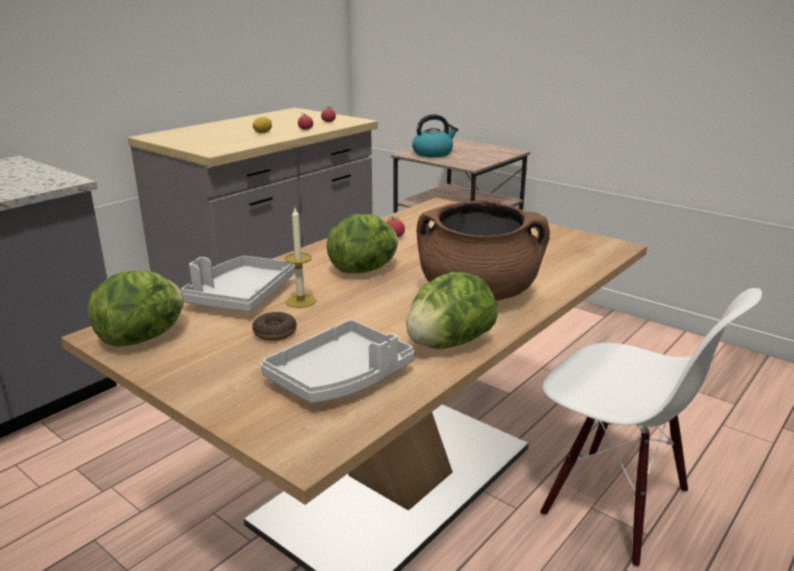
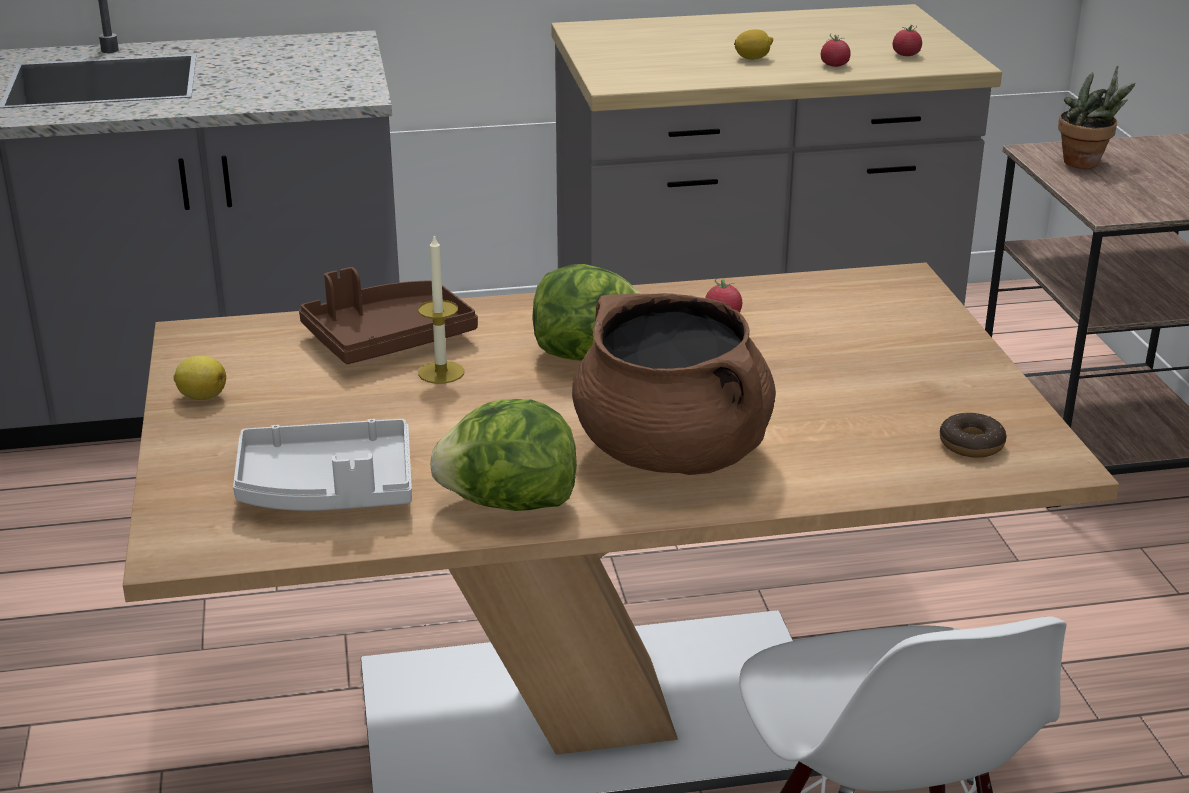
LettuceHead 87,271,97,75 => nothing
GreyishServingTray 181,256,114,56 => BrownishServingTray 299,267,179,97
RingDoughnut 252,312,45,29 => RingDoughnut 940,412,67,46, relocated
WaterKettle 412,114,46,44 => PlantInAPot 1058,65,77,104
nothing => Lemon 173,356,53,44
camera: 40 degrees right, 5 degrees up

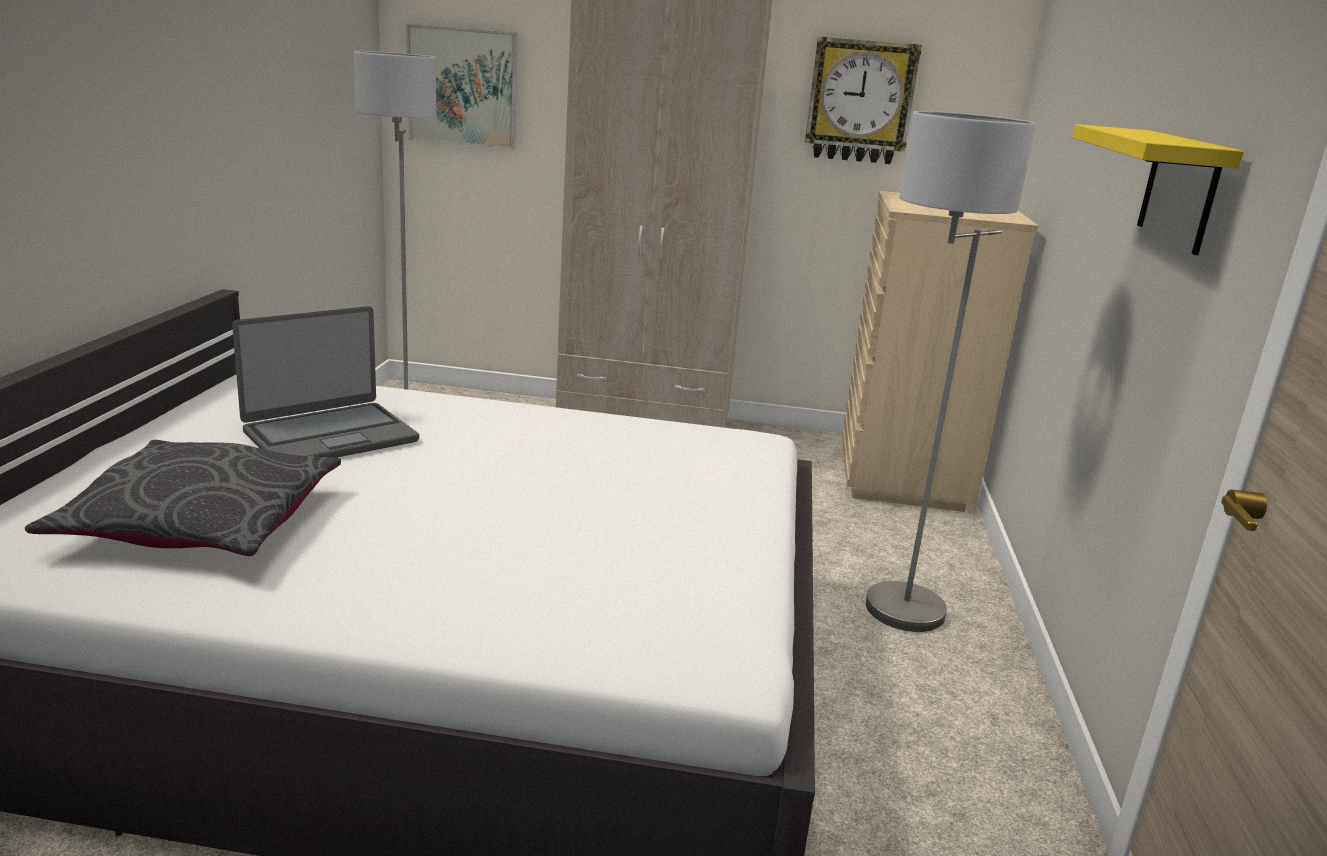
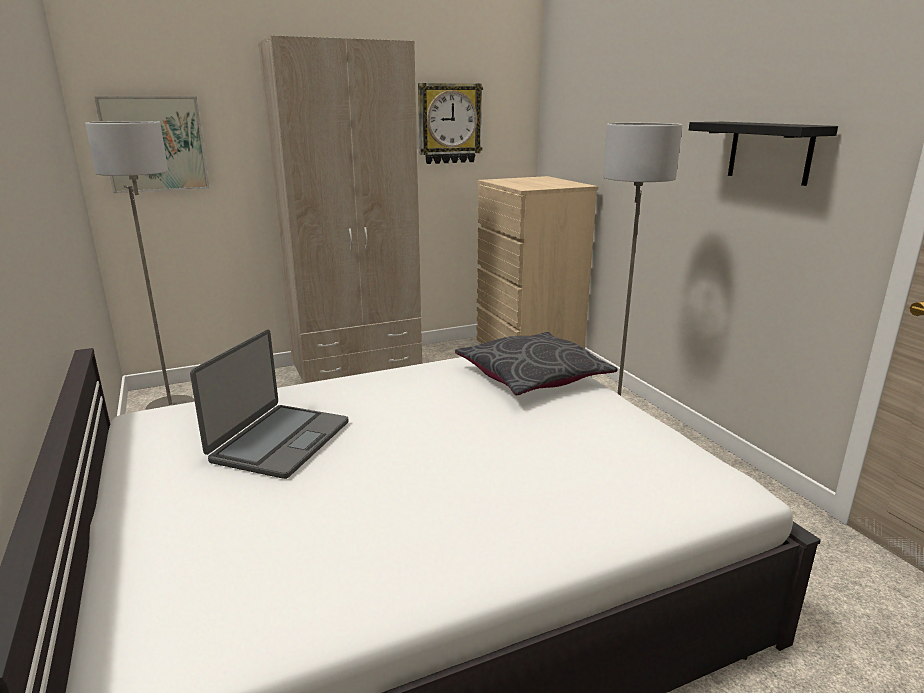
GreyishPillow 25,440,316,116 => GreyishPillow 455,332,163,63, relocated
YellowColouredBracketShelf 1072,124,172,131 => BlackBracketShelf 689,122,149,64
camera: 30 degrees left, 0 degrees up

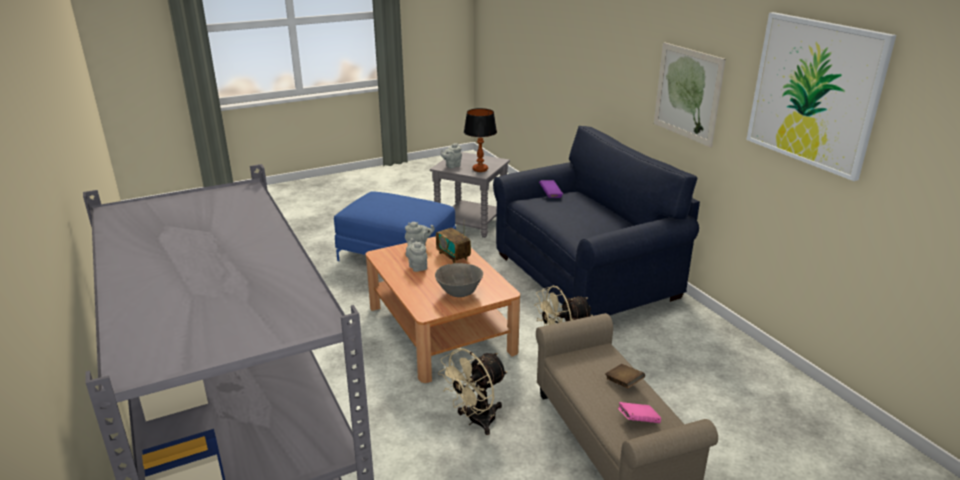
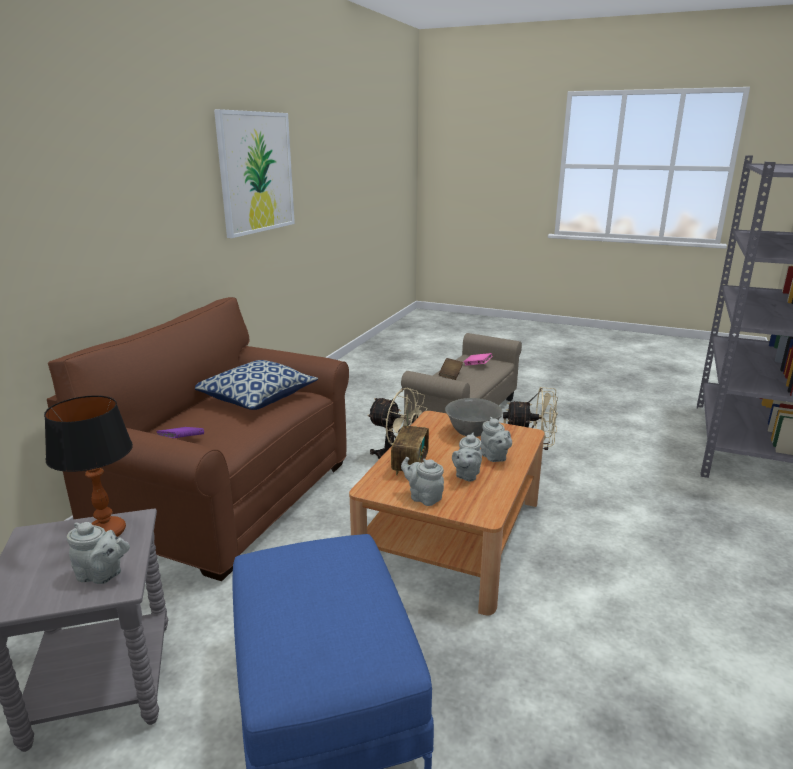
BluishCouch 493,126,207,190 => BrownishCouch 47,297,302,284
WallPicture 654,42,72,105 => nothing
nothing => Pillow 195,360,123,50
nothing => GreyishPotForTea 481,417,31,45
camera: 130 degrees left, 5 degrees down

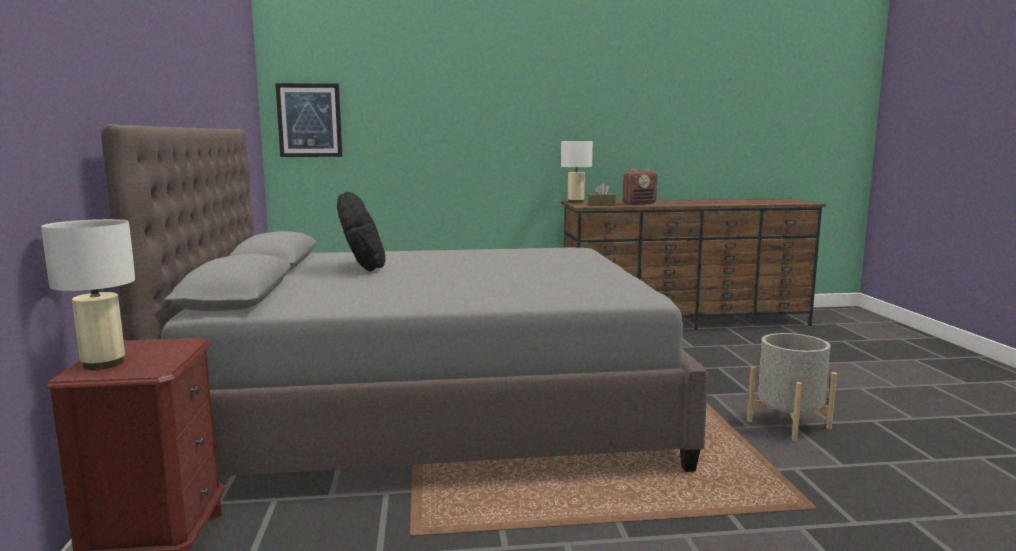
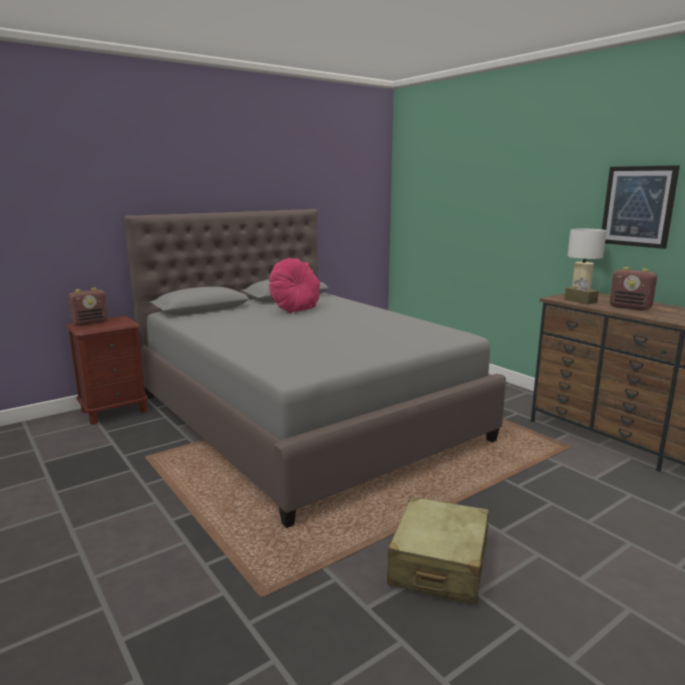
WhitishLampForATable 41,219,94,151 => Radio 68,288,40,38
WallPicture 275,83,68,74 => WallPicture 602,165,78,84, relocated
BlackPillow 337,192,48,79 => PinkishPillow 269,258,51,55
GreyishPlanter 747,333,90,108 => SandColouredSuitcase 387,497,101,108
camera: 60 degrees right, 5 degrees up

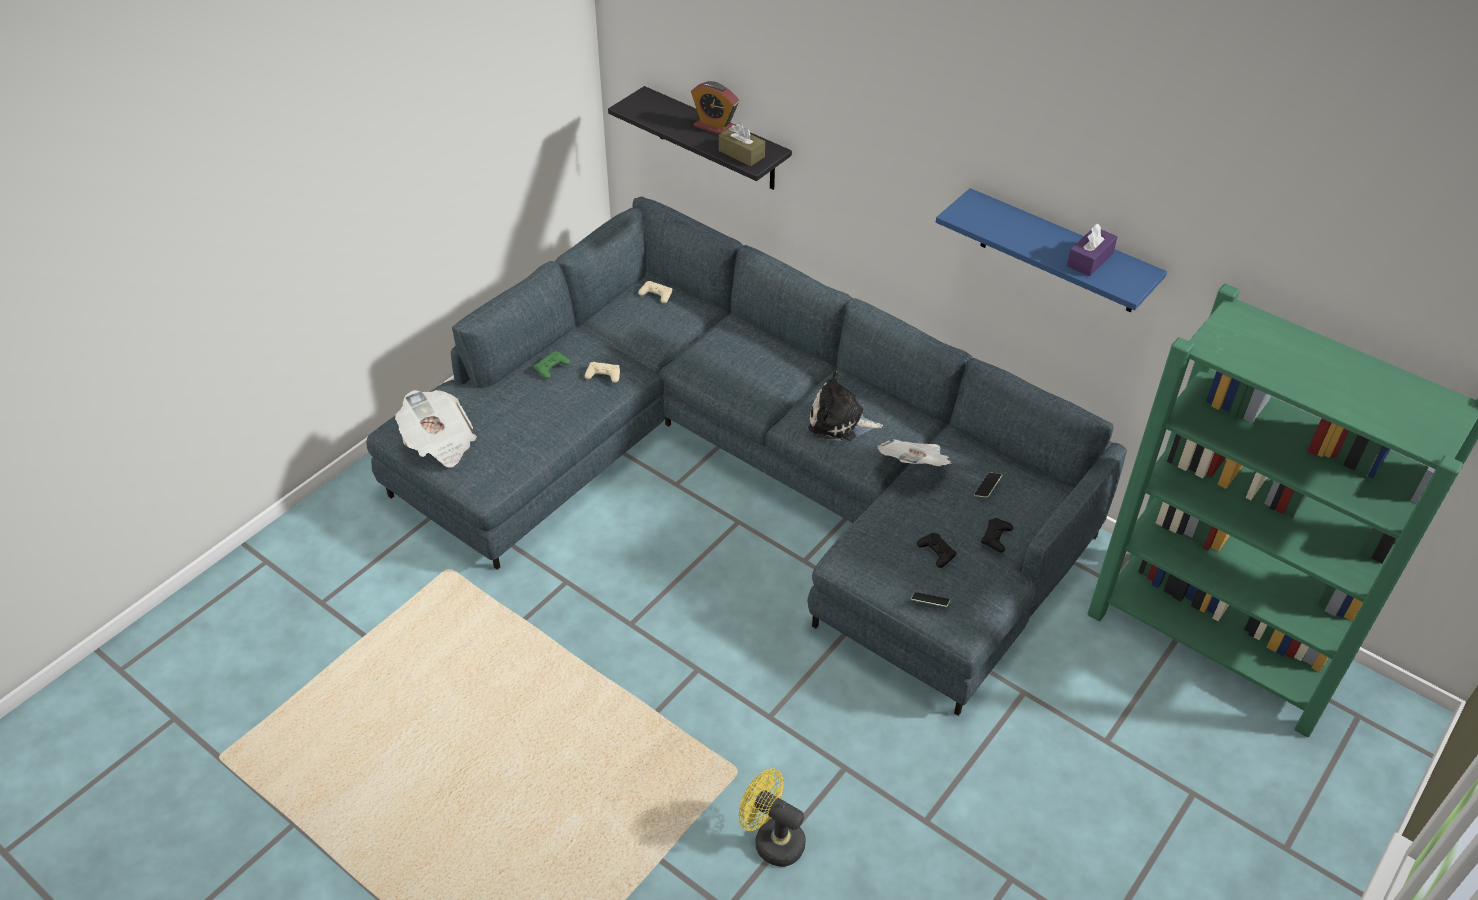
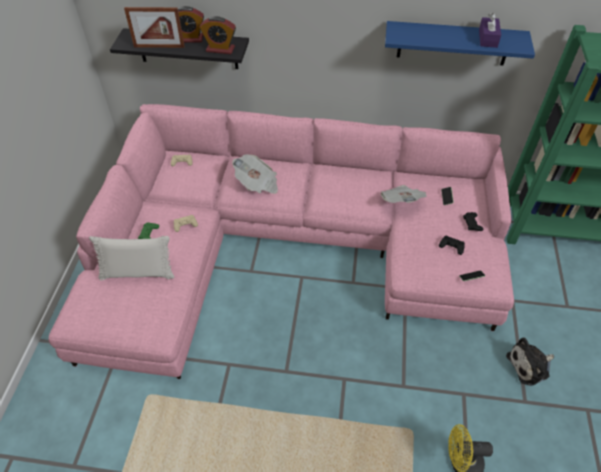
BluishCouch 366,197,761,519 => PinkishCouch 48,104,466,275
DailyPaper 395,390,82,78 => DailyPaper 232,154,46,40, relocated
BrownishTissueHolder 719,123,46,43 => TableClock 200,16,36,38
SoftToy 808,371,75,70 => SoftToy 506,338,48,48, relocated
nothing => WhitishPillow 89,236,86,45
nothing => StandingFrame 124,7,61,41
camera: 30 degrees left, 5 degrees up

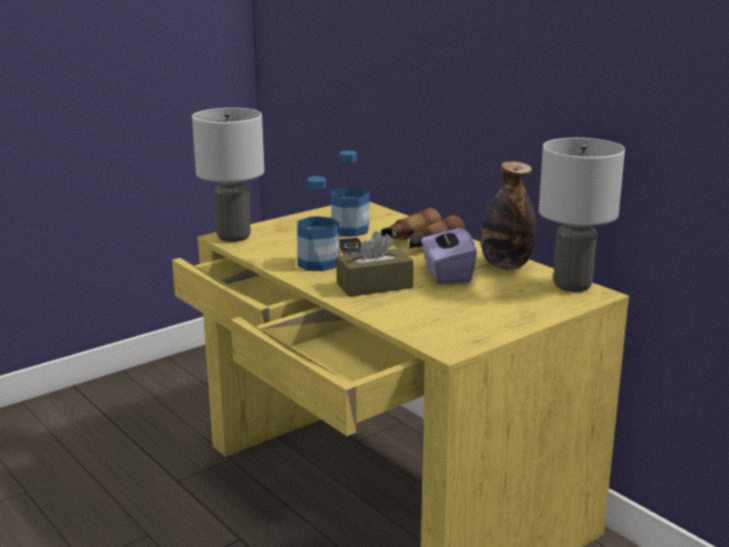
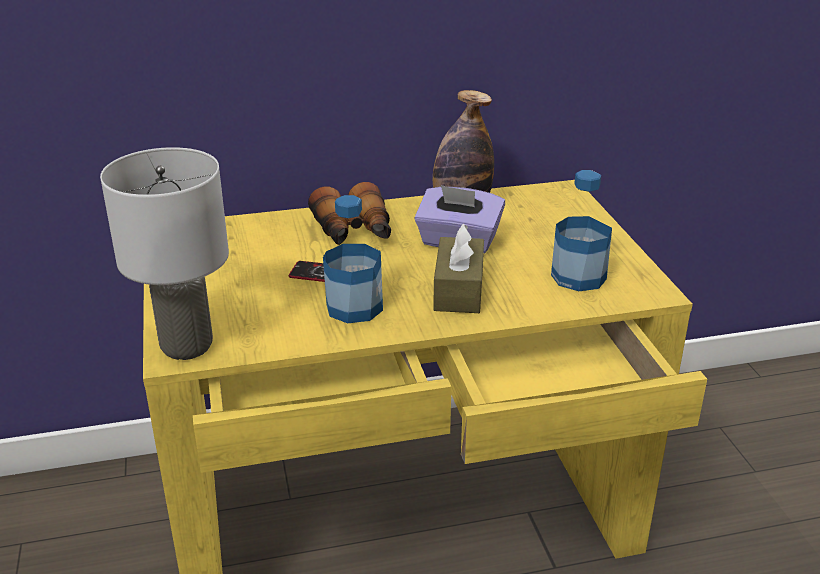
BeverageBottle 331,150,38,87 => BeverageBottle 551,170,61,121, relocated
WhitishLampForATable 539,138,86,154 => nothing
camera: 65 degrees left, 10 degrees up

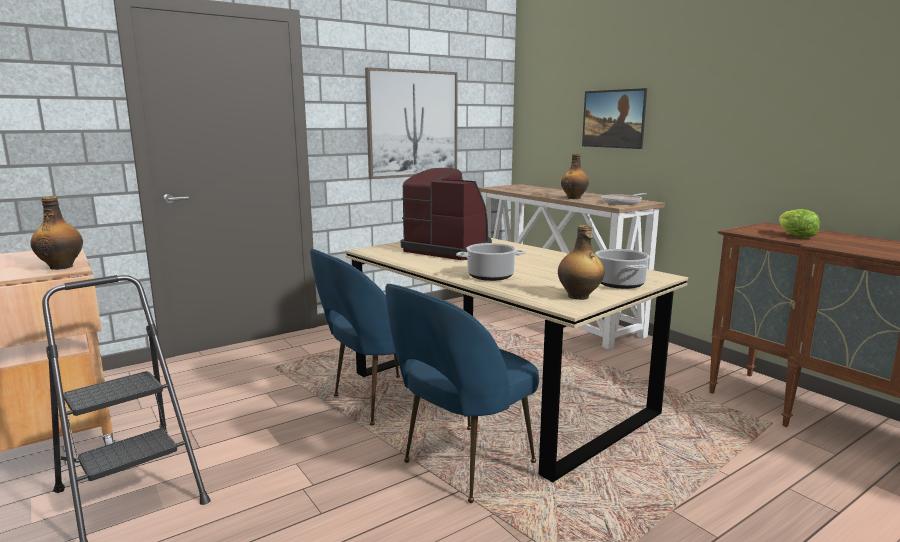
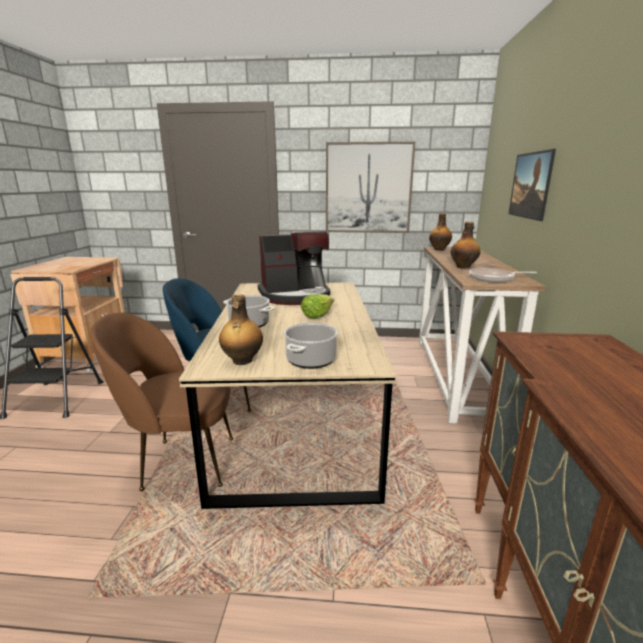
BeverageBottle 30,196,53,74 => BeverageBottle 429,213,23,38, relocated
BluishChair 385,284,154,219 => BrownishChair 90,313,143,178
CoffeeMaker 401,168,91,92 => CoffeeMaker 258,231,72,74, 90 degrees clockwise
LettuceHead 779,209,41,29 => LettuceHead 301,294,33,25, relocated
camera: 40 degrees right, 5 degrees up

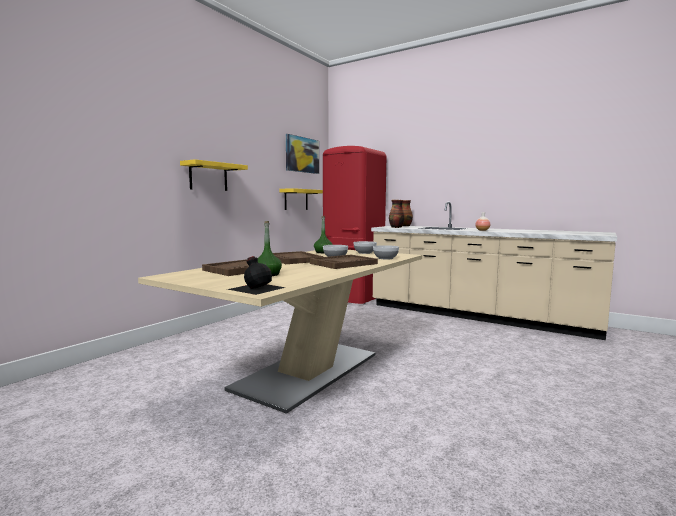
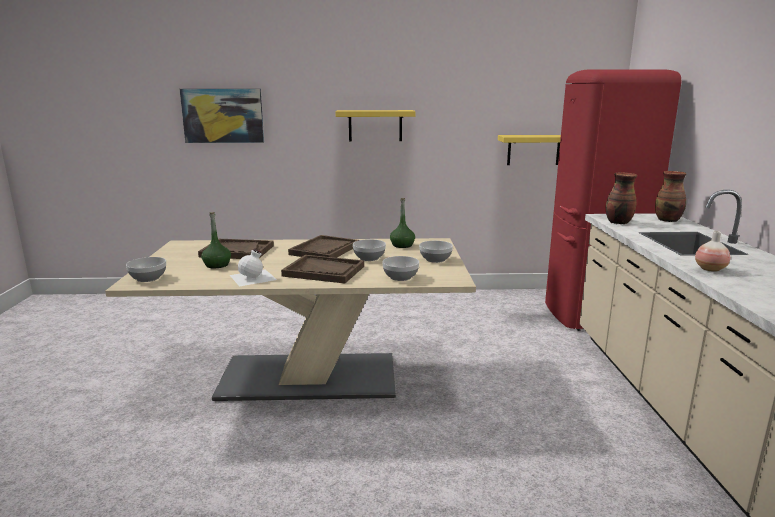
BlackBeverageBottle 227,256,59,39 => DeepDish 126,257,40,25
WallPicture 286,134,33,40 => WallPicture 180,89,84,54, relocated
nothing => WhitishBeverageBottle 230,249,47,37
camera: 55 degrees right, 10 degrees up

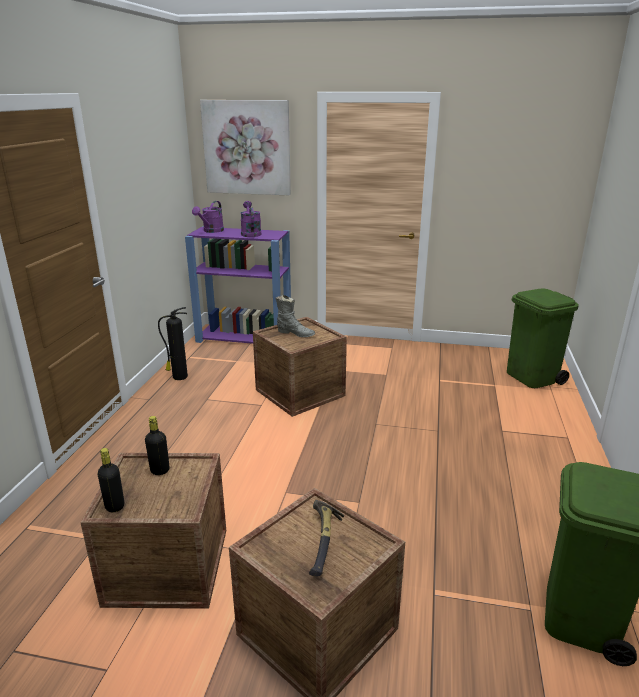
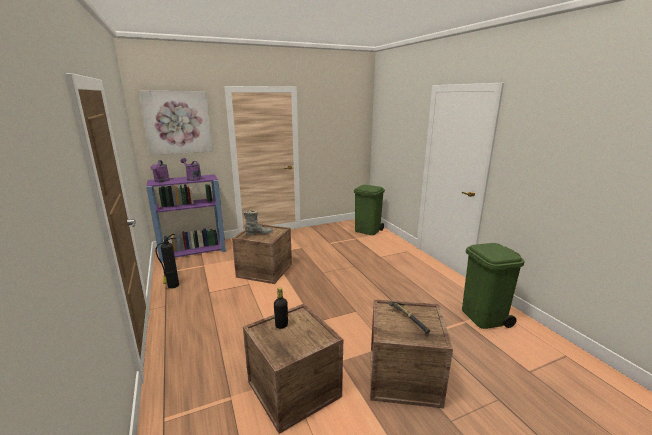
BlackBeverageBottle 98,448,26,64 => nothing
camera: 35 degrees left, 5 degrees down

